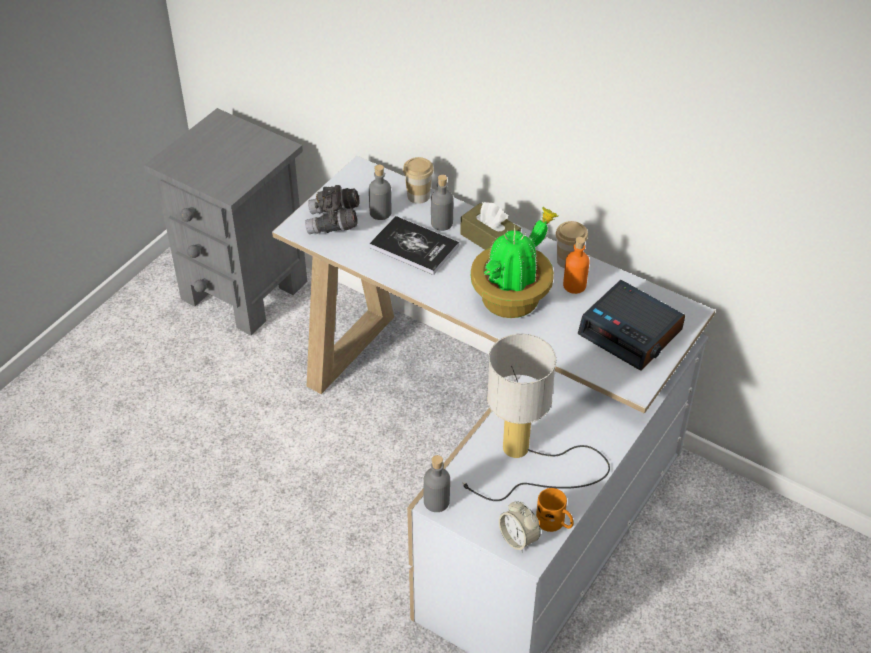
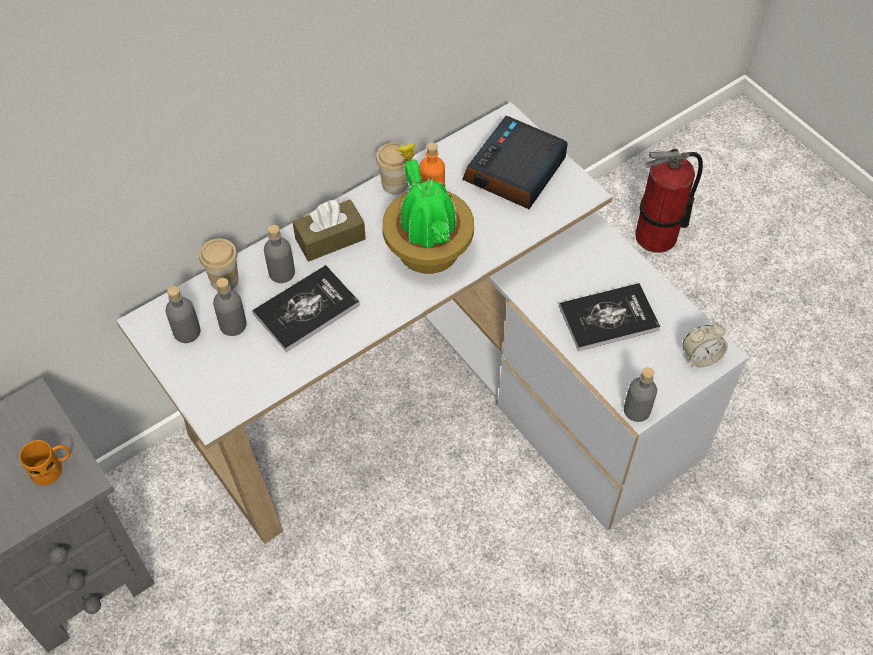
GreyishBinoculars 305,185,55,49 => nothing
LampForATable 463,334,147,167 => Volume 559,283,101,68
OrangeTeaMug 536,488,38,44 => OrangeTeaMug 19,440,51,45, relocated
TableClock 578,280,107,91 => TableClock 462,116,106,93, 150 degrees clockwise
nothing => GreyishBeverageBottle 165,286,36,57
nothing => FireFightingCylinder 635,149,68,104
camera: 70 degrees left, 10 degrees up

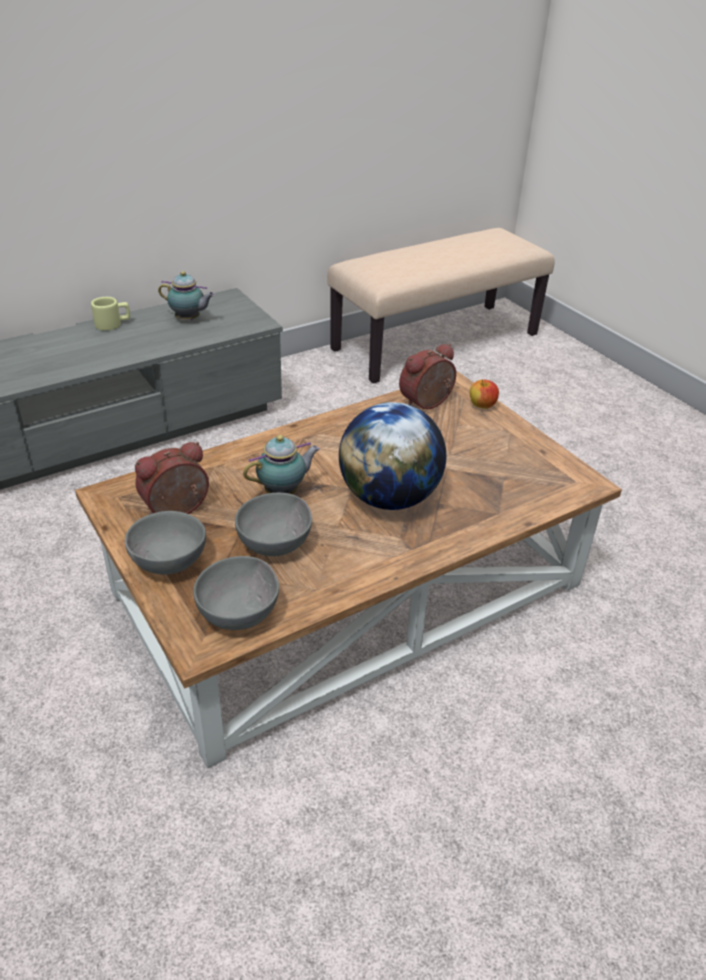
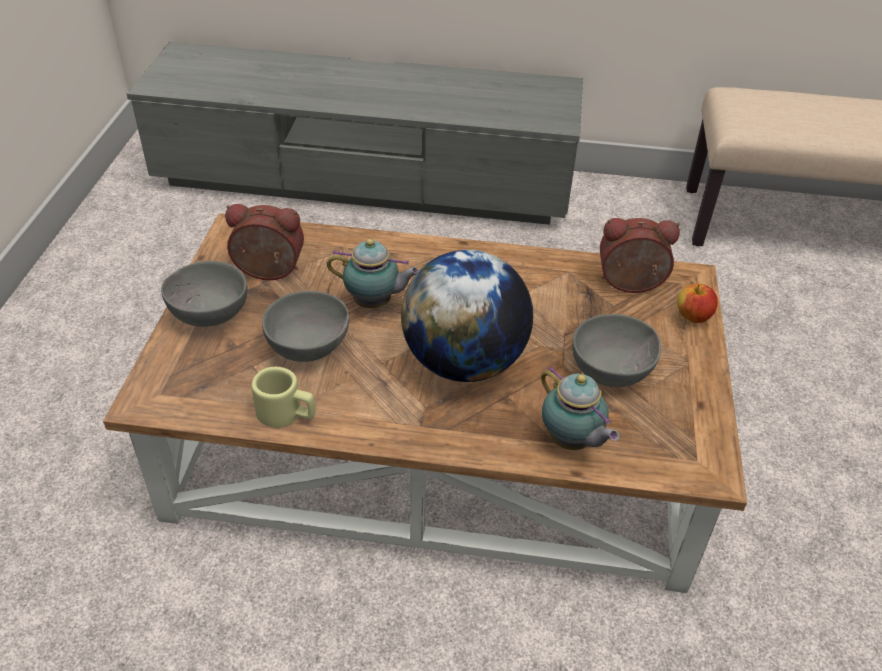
SandColouredTeaMug 91,297,39,34 => SandColouredTeaMug 251,367,64,61, relocated
PotForTea 158,271,57,49 => PotForTea 541,366,78,84, relocated
GreyishDeepDish 193,556,86,74 => GreyishDeepDish 572,314,89,73, relocated
camera: 40 degrees right, 5 degrees up

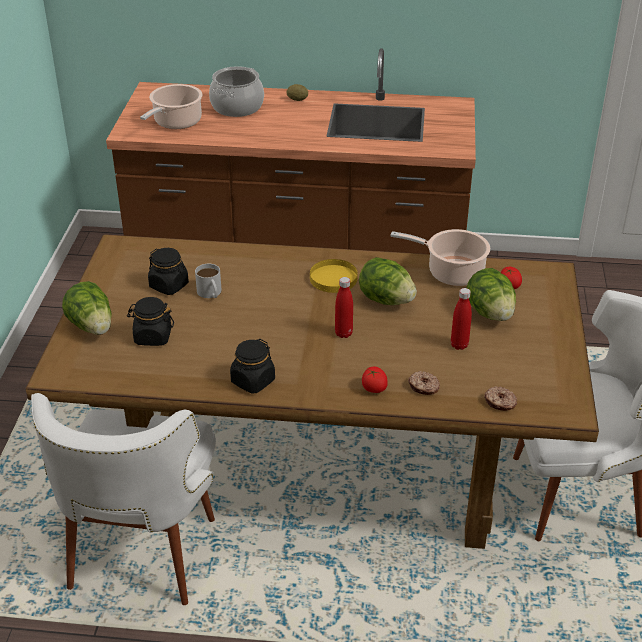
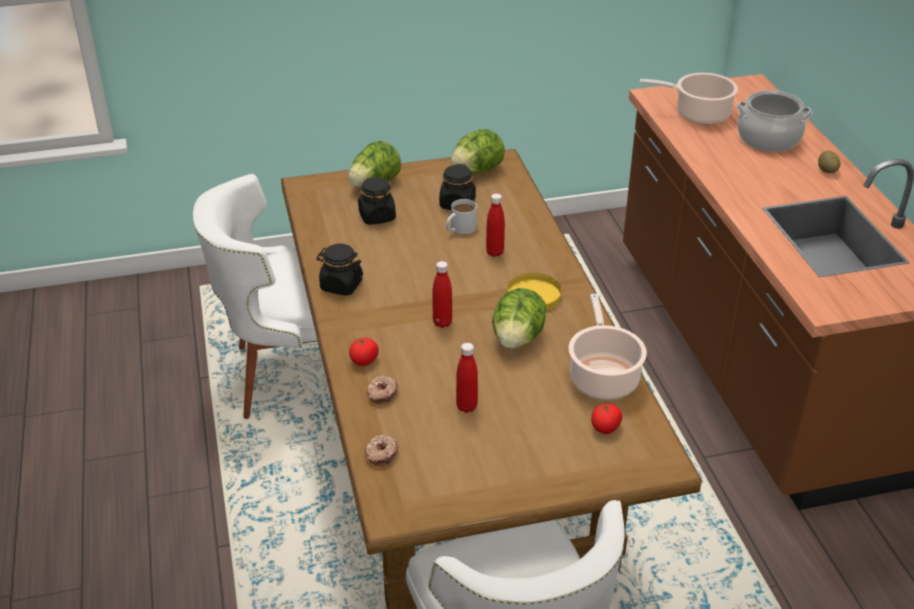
LettuceHead 466,268,50,53 => LettuceHead 451,129,54,45, relocated
nothing => ReddishBeverageBottle 486,193,19,64
camera: 70 degrees right, 0 degrees up

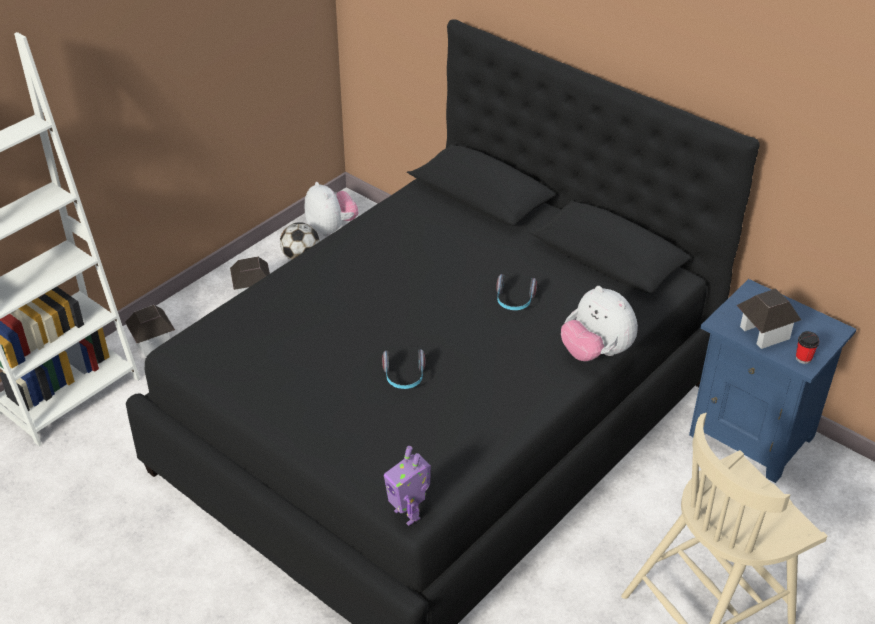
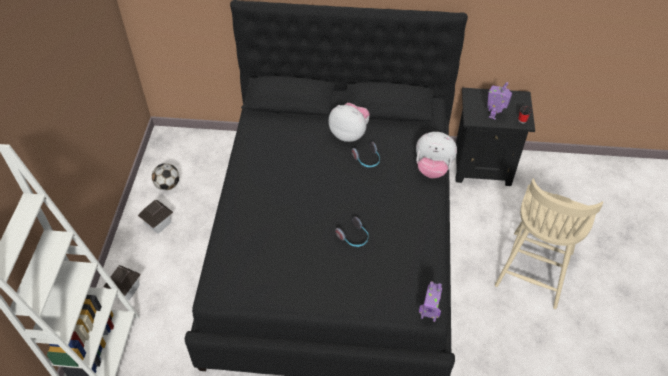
SoftToy 304,182,54,54 => SoftToy 329,103,41,39, relocated
BluishBedsideTable 689,279,167,204 => BlackBedsideTable 456,88,79,98
ToyHouse 736,288,65,61 => ToyRobot 487,82,25,38
camera: 35 degrees left, 10 degrees up

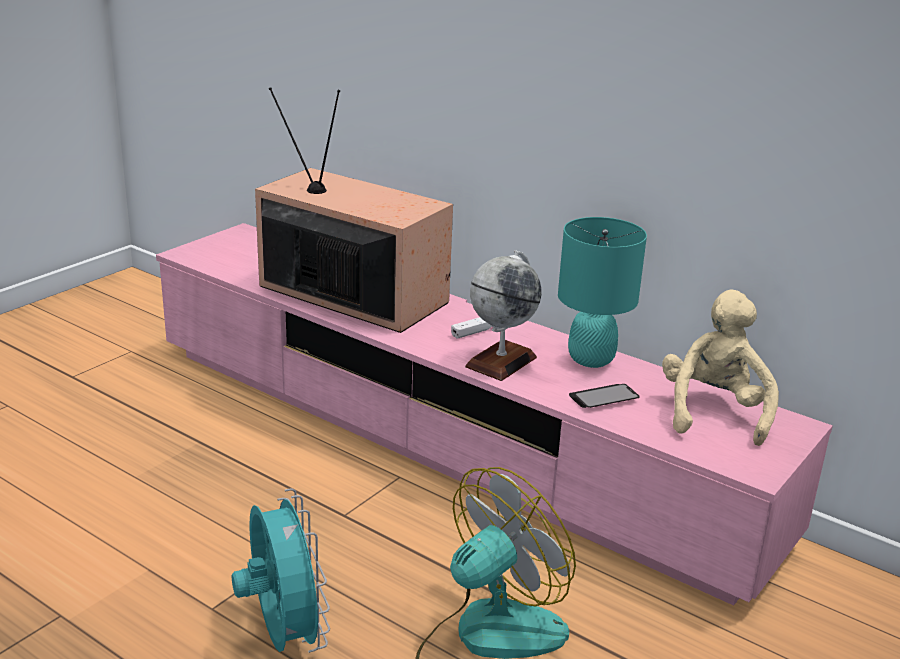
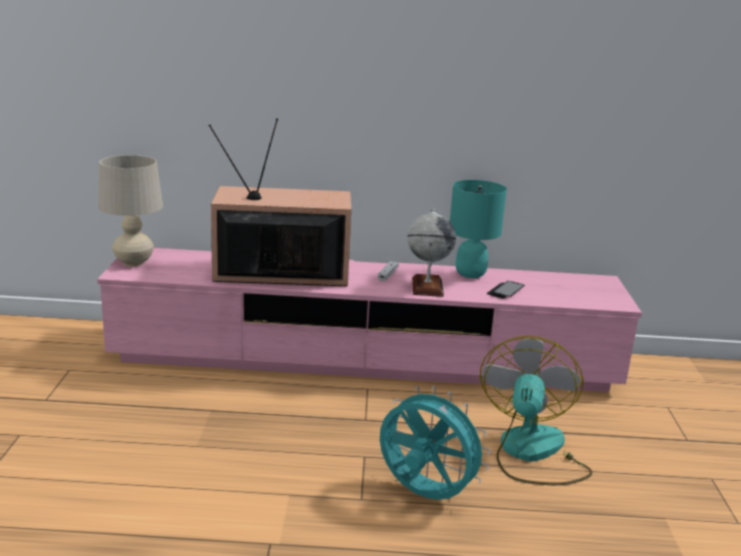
SandColouredSoftToy 662,290,117,156 => nothing
nothing => SandColouredLampForATable 98,155,65,111
camera: 35 degrees left, 5 degrees down

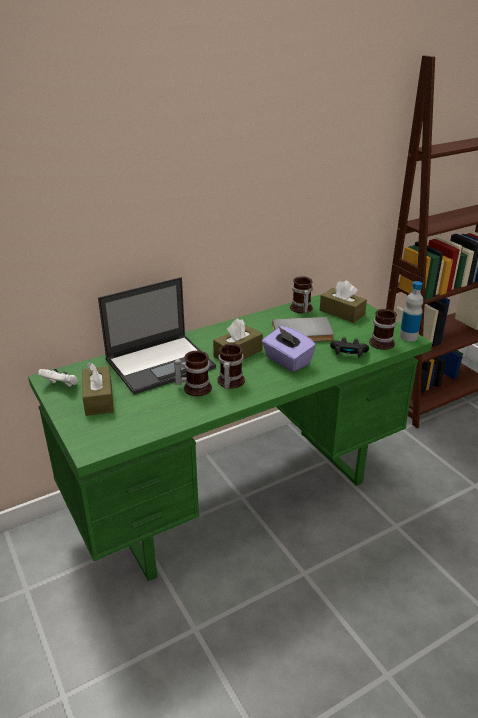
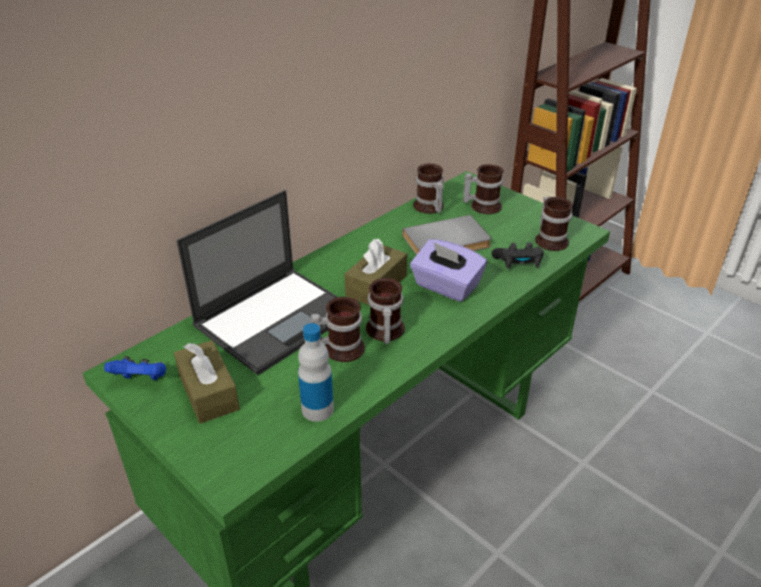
WhitishJoypad 38,369,40,18 => BluishJoypad 104,356,63,24
BrownishTissueHolder 320,281,47,42 => TeaMug 463,164,41,50
BeverageBottle 400,281,23,60 => BeverageBottle 298,323,36,99, relocated
camera: 15 degrees left, 5 degrees up

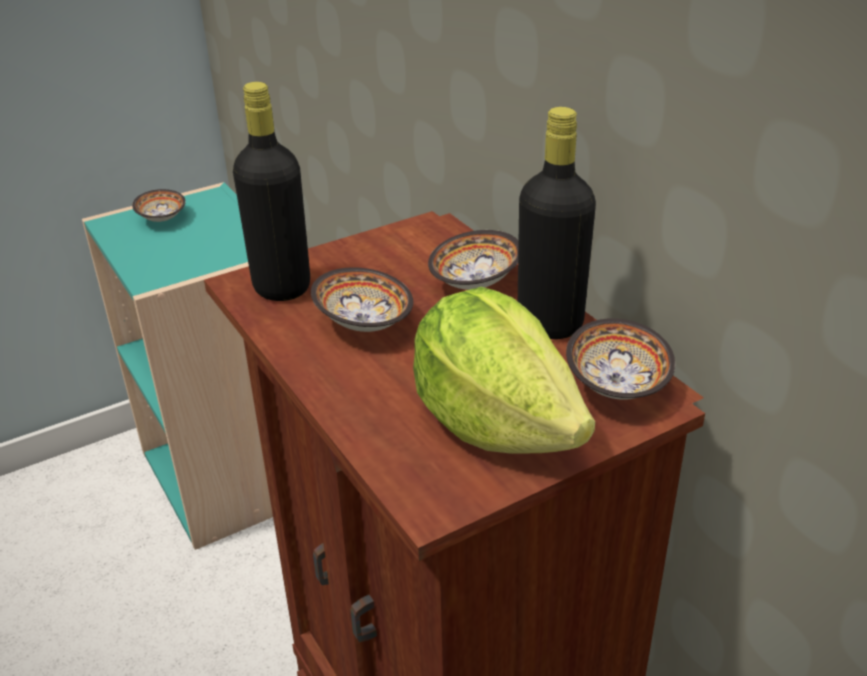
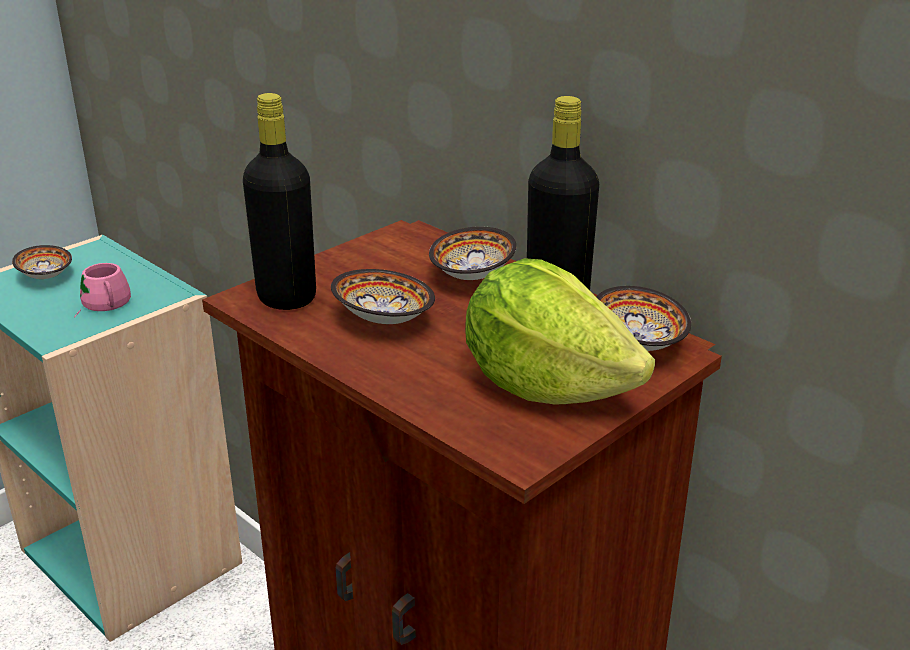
nothing => PinkishTeaMug 74,263,57,55
camera: 15 degrees left, 5 degrees down

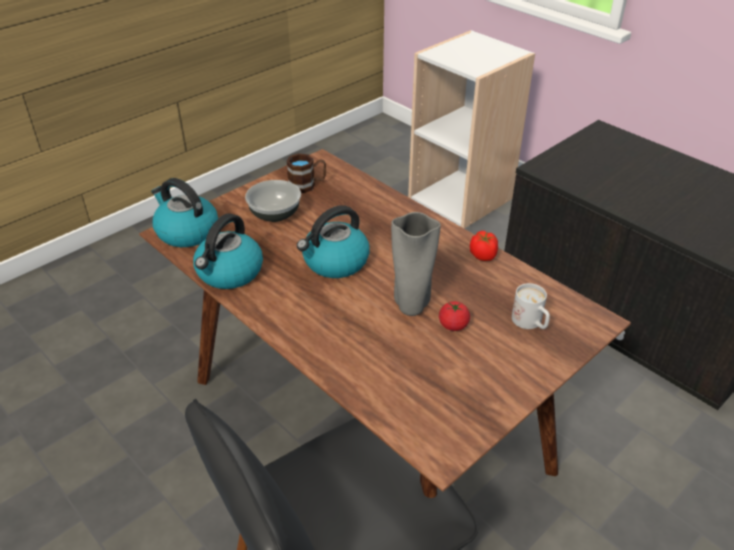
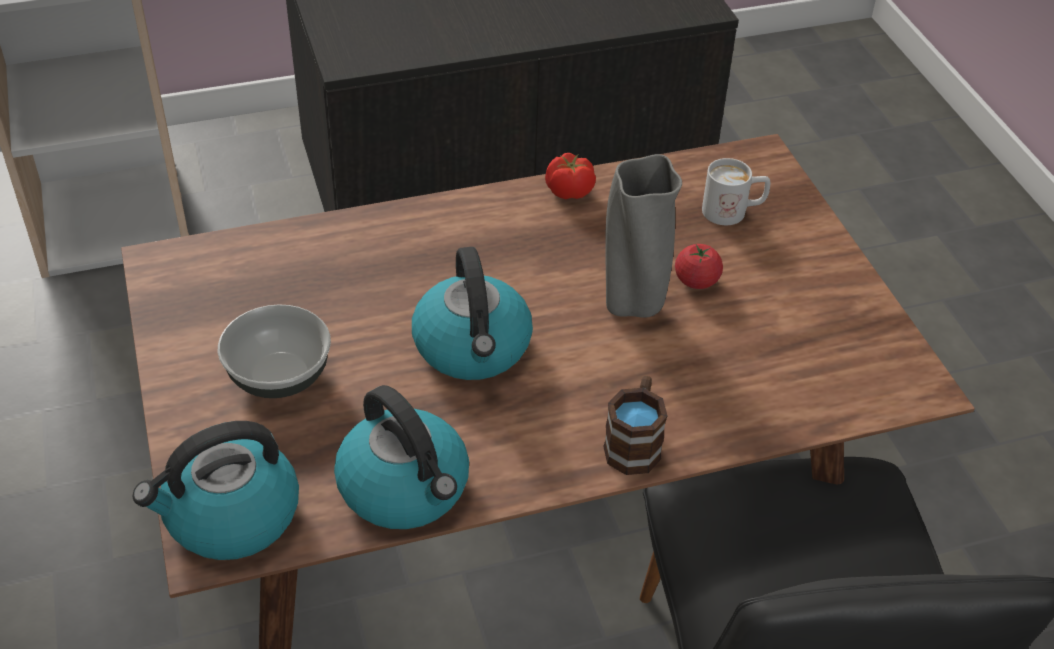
BrownishTeaMug 287,154,39,39 => BrownishTeaMug 603,376,65,99, relocated
camera: 65 degrees left, 5 degrees up

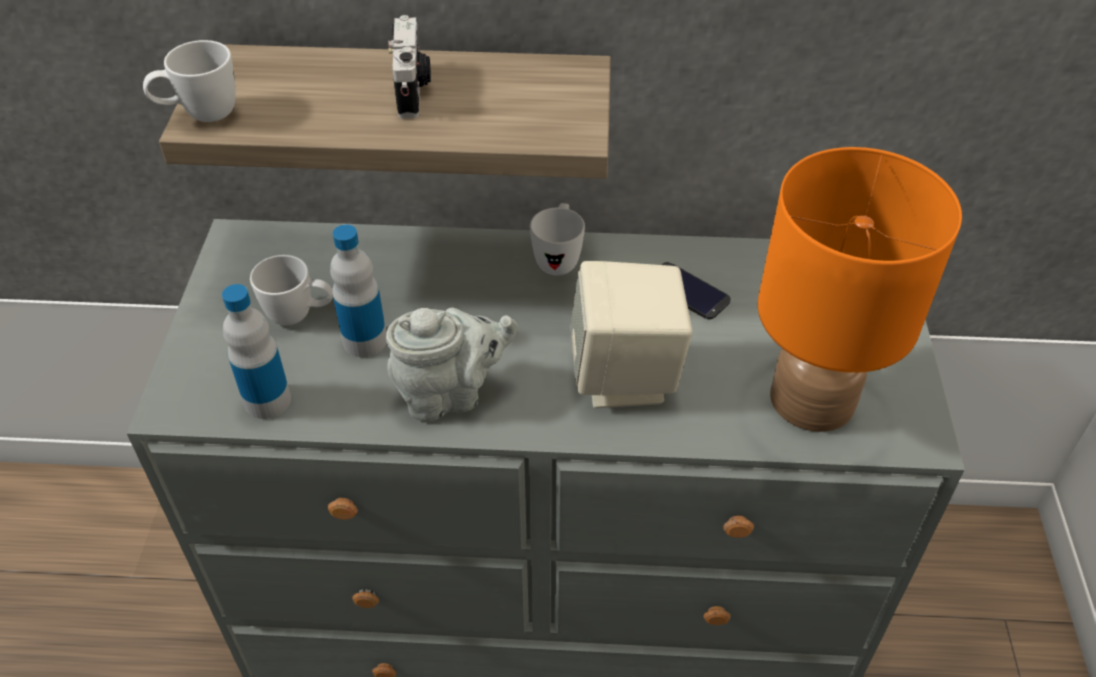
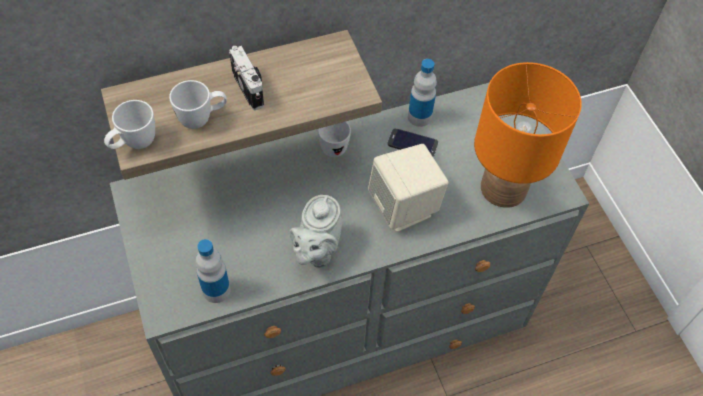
WhitishTeaMug 250,255,83,70 => WhitishTeaMug 169,80,58,49, relocated
BeverageBottle 330,224,57,133 => BeverageBottle 408,59,29,68, relocated
GreyishPotForTea 386,308,132,113 => GreyishPotForTea 289,195,53,73, 150 degrees clockwise
camera: 25 degrees left, 10 degrees up

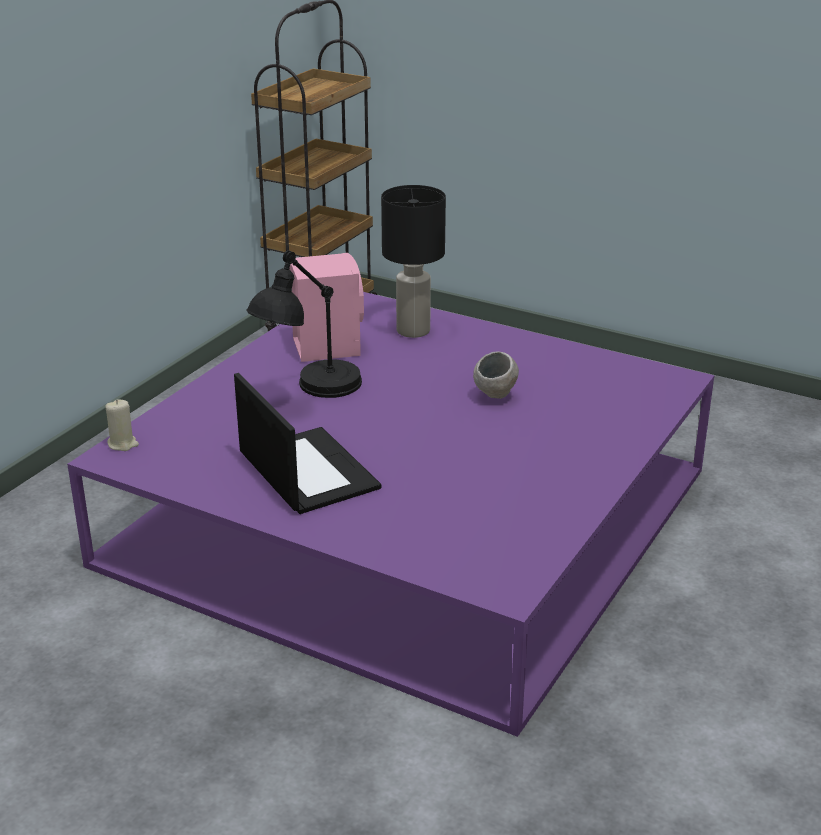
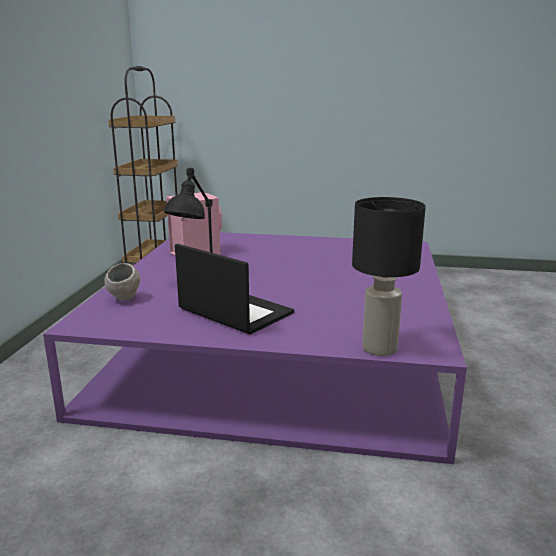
SandColouredWaxCandle 105,399,34,52 => nothing
BlackLampForATable 381,185,65,153 => BlackLampForATable 352,197,74,159, relocated
GreyishDeepDish 473,352,46,47 => GreyishDeepDish 104,263,36,37, relocated
camera: 20 degrees left, 10 degrees down

